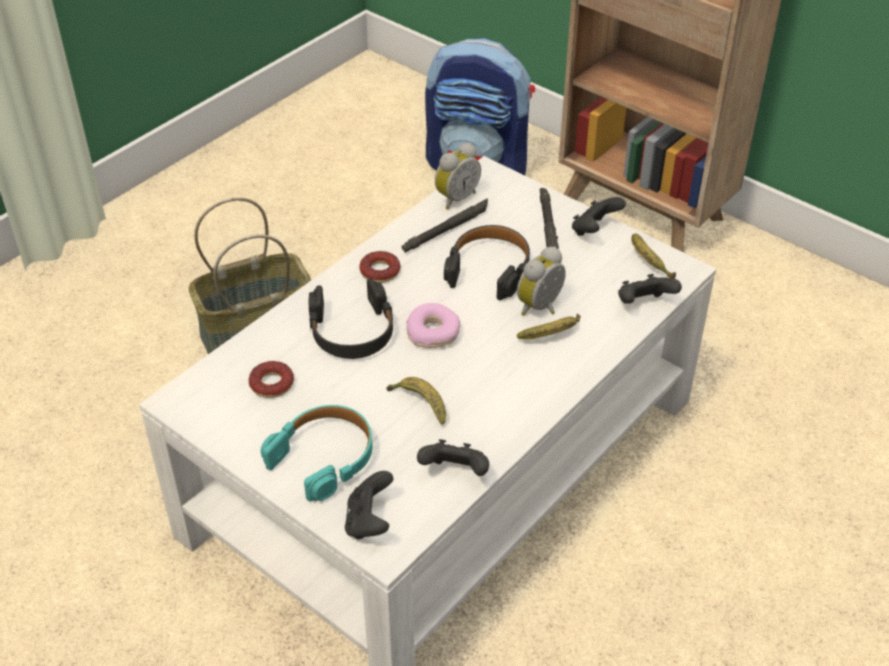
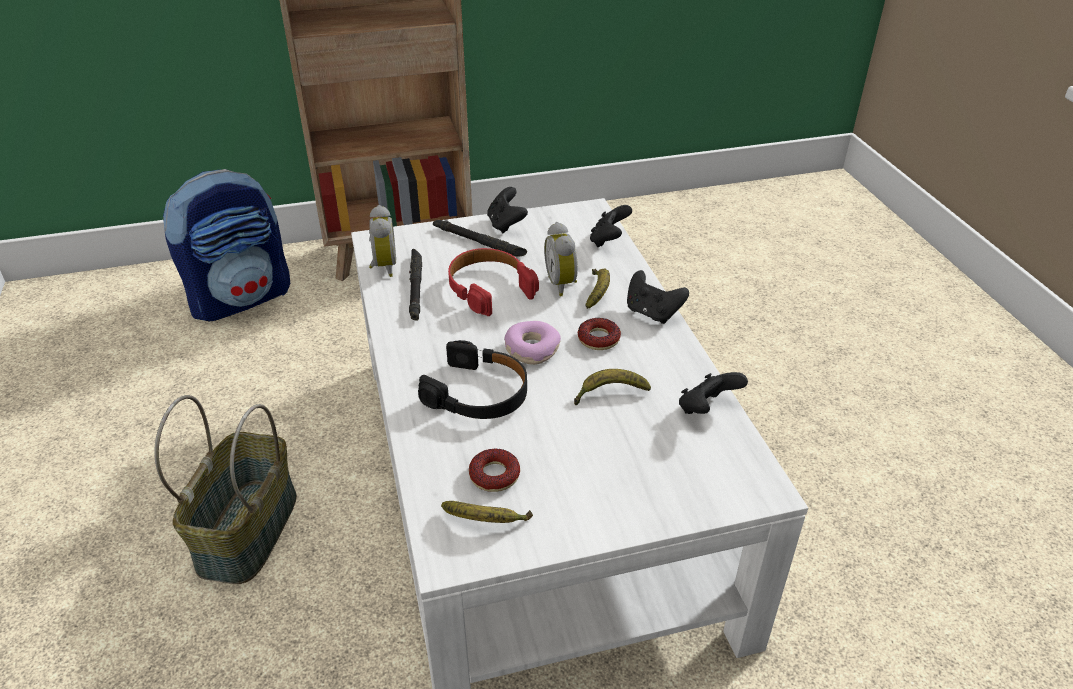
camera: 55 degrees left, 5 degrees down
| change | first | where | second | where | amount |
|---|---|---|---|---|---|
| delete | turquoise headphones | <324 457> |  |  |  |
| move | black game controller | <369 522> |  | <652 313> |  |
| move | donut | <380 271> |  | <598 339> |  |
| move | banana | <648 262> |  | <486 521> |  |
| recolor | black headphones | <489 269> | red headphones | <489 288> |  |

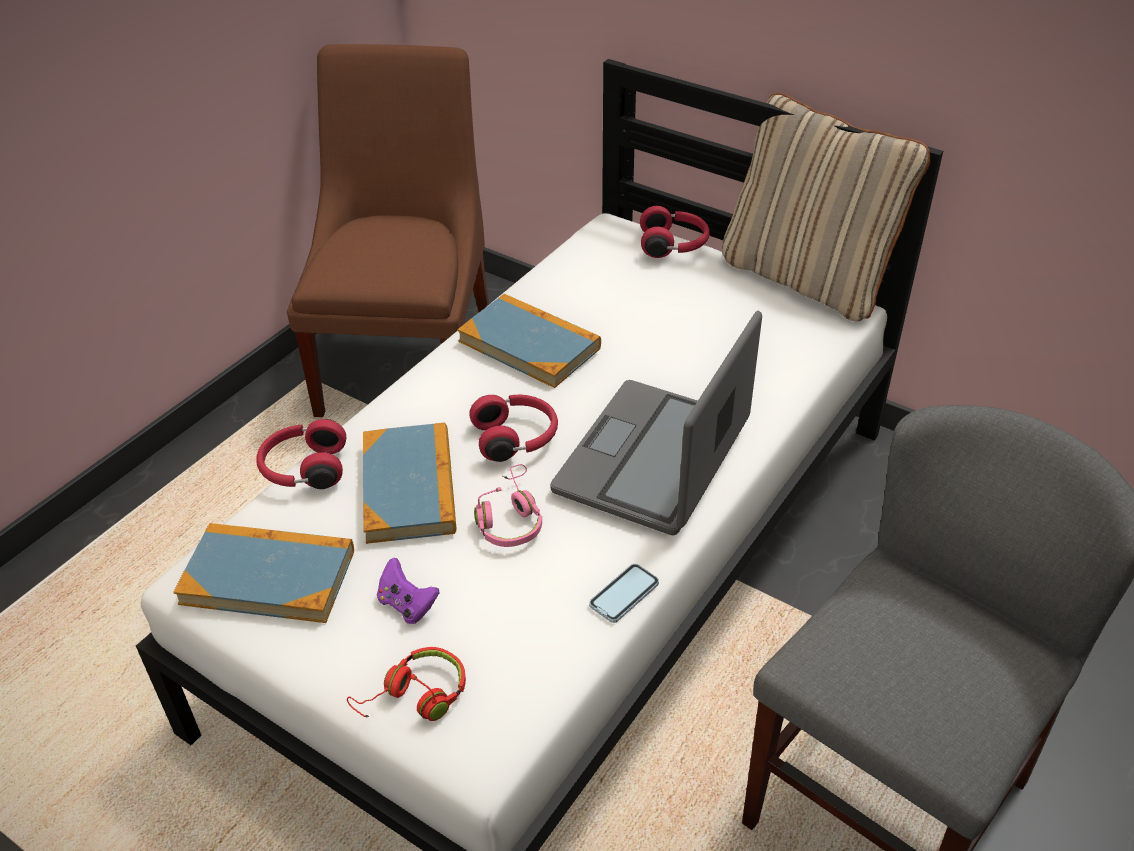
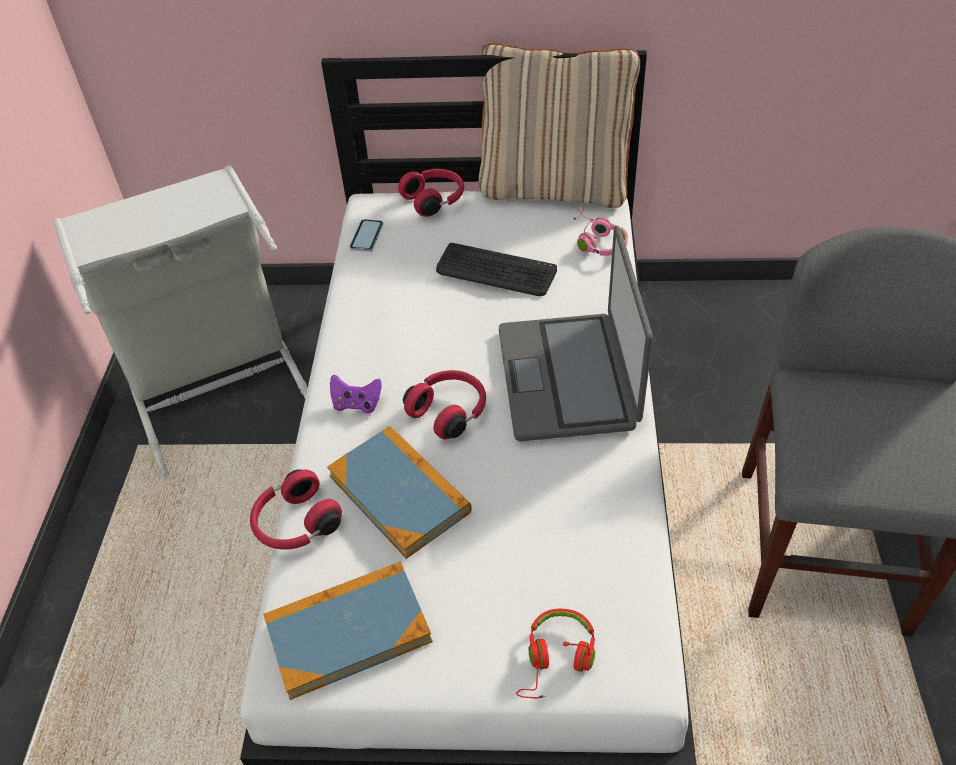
camera: 30 degrees left, 5 degrees up
| change | first | where | second | where | amount |
|---|---|---|---|---|---|
| delete | book | <529 344> |  |  |  |
| insert |  |  | keyboard | <495 271> |  |
| move | purple game controller | <407 605> |  | <357 404> |  |
| move | pink headphones | <509 518> |  | <596 241> |  |
| move | phone | <624 594> |  | <367 237> |  |
| replace | brown chair | <409 359> | grey laundry basket | <219 388> |  |

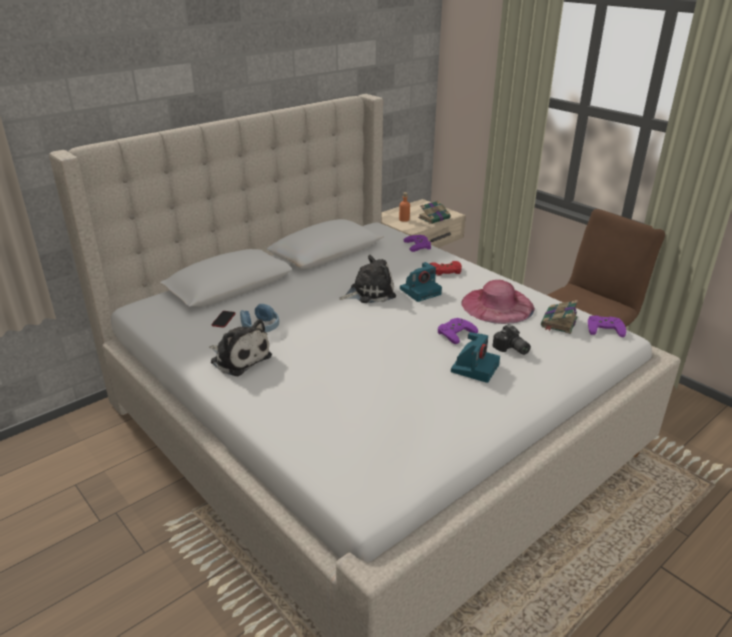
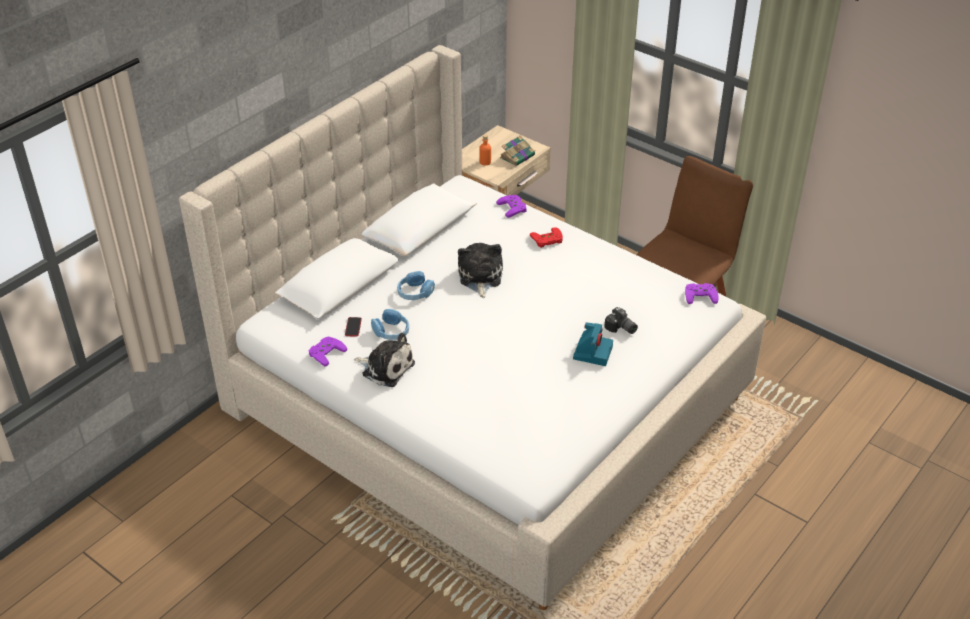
camera: 10 degrees left, 10 degrees up
| change | first | where | second | where | amount |
|---|---|---|---|---|---|
| delete | photo camera | <420 291> |  |  |  |
| delete | pink hat | <497 305> |  |  |  |
| delete | book | <558 322> |  |  |  |
| insert |  |  | blue headphones | <415 292> |  |
| move | purple game controller | <454 332> |  | <325 352> |  |
| rotate | plush toy | <369 292> |  | <480 277> | 60 degrees counterclockwise |

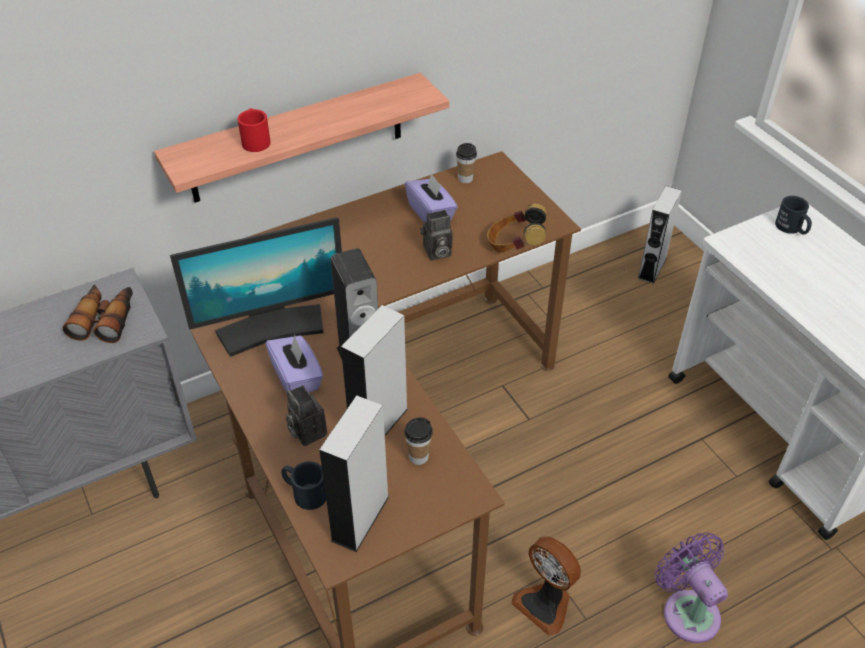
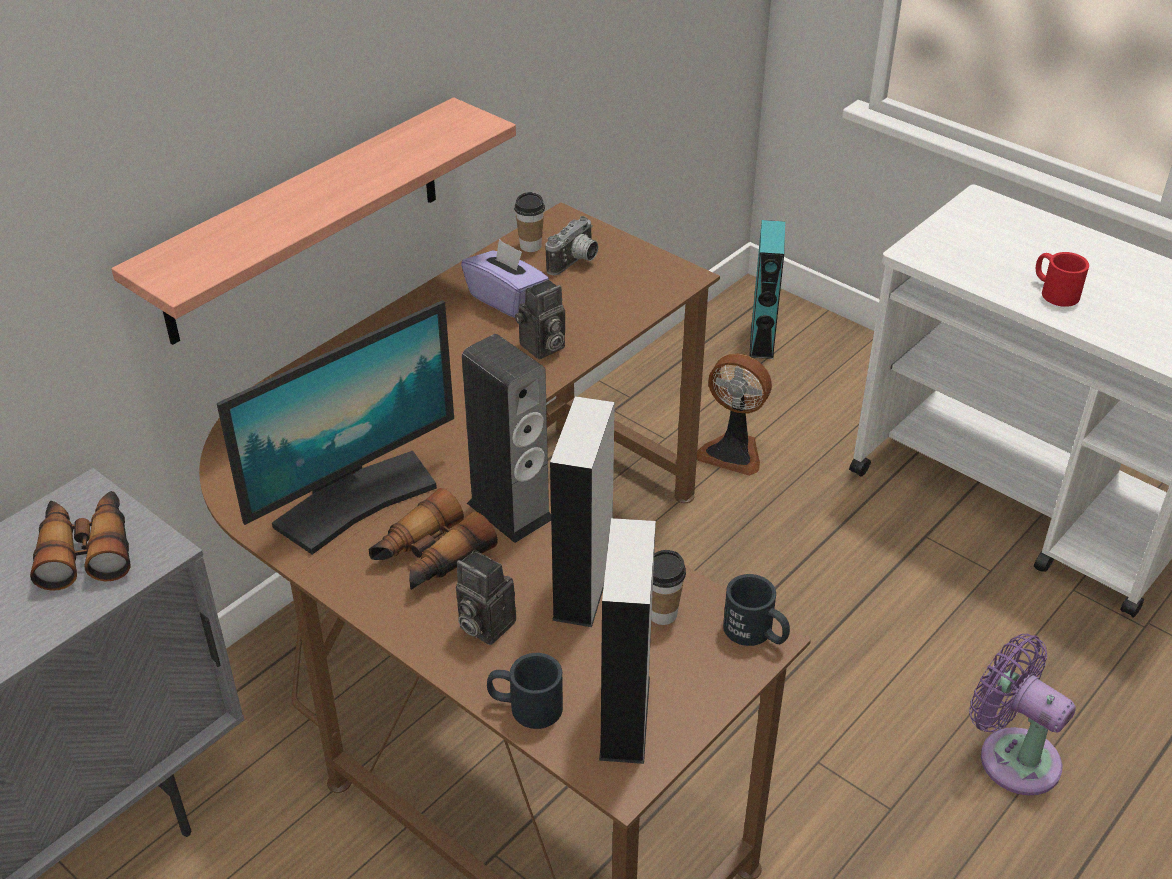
camera: 20 degrees left, 5 degrees down
| change | first | where | second | where | amount |
|---|---|---|---|---|---|
| delete | headphones | <515 246> |  |  |  |
| insert |  |  | photo camera | <576 263> |  |
| move | red mug | <255 139> |  | <1054 291> |  |
| move | fan | <545 603> |  | <733 452> |  |
| move | black mug | <792 228> |  | <756 633> |  |
| replace | purple tissue box | <297 378> | binoculars | <430 557> |  |
| recolor | grey speaker | <652 268> | turquoise speaker | <762 340> |  |

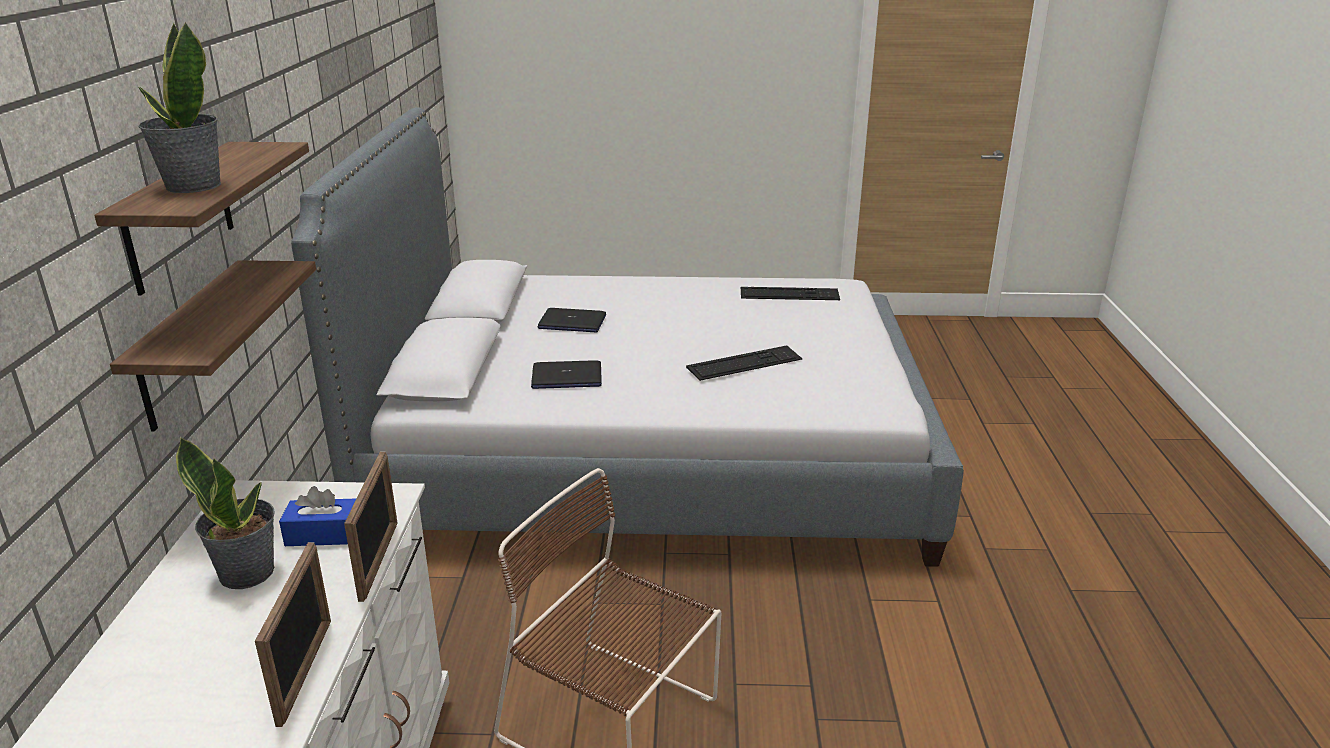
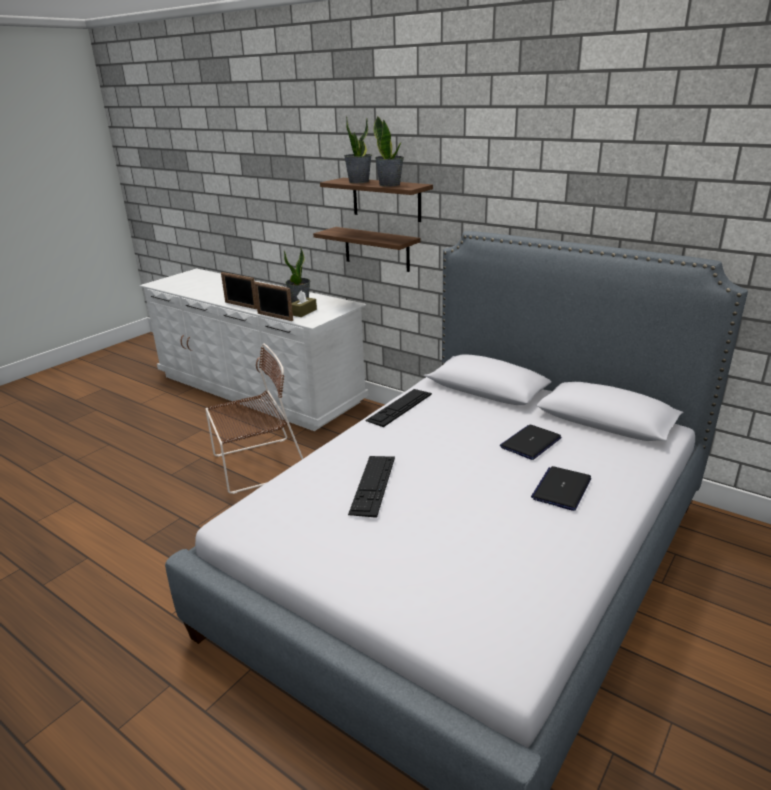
camera: 125 degrees right, 0 degrees up
| change | first | where | second | where | amount |
|---|---|---|---|---|---|
| insert |  |  | potted plant | <390 184> |  |
| move | laptop | <566 377> |  | <561 489> |  |
| move | keyboard | <789 294> |  | <399 407> |  |
| recolor | blue tissue box | <324 534> | brown tissue box | <303 312> |  |

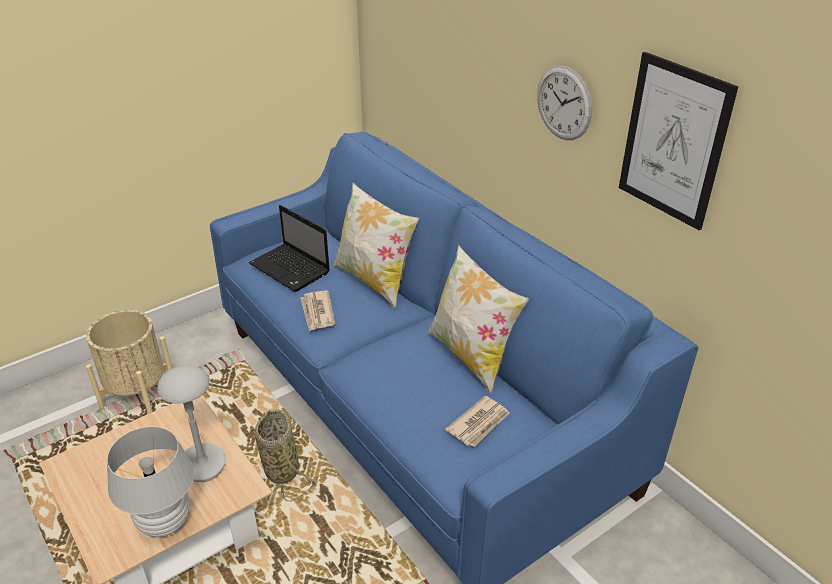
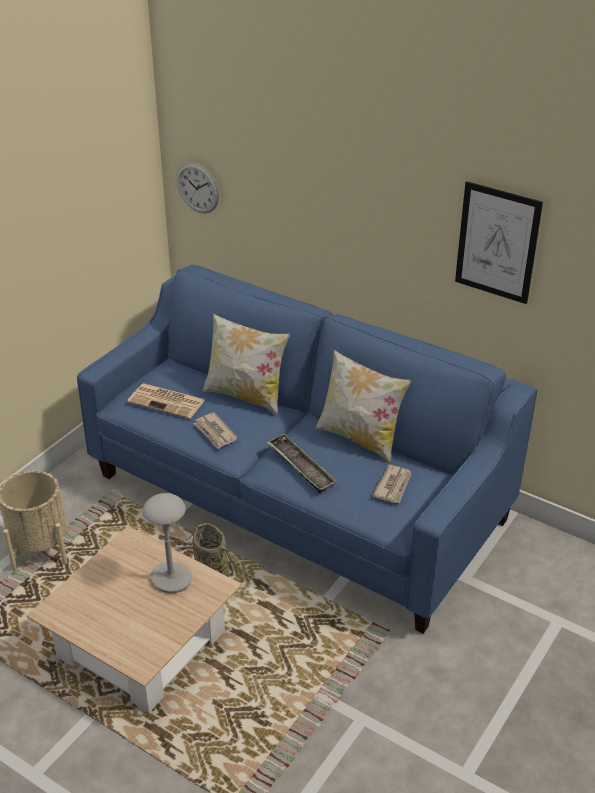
camera: 20 degrees left, 0 degrees up
| change | first | where | second | where | amount |
|---|---|---|---|---|---|
| delete | white table lamp | <164 522> |  |  |  |
| insert |  |  | tray | <301 467> |  |
| move | wall clock | <564 103> |  | <197 188> |  |
| replace | laptop | <291 269> | newspaper | <168 401> |  |

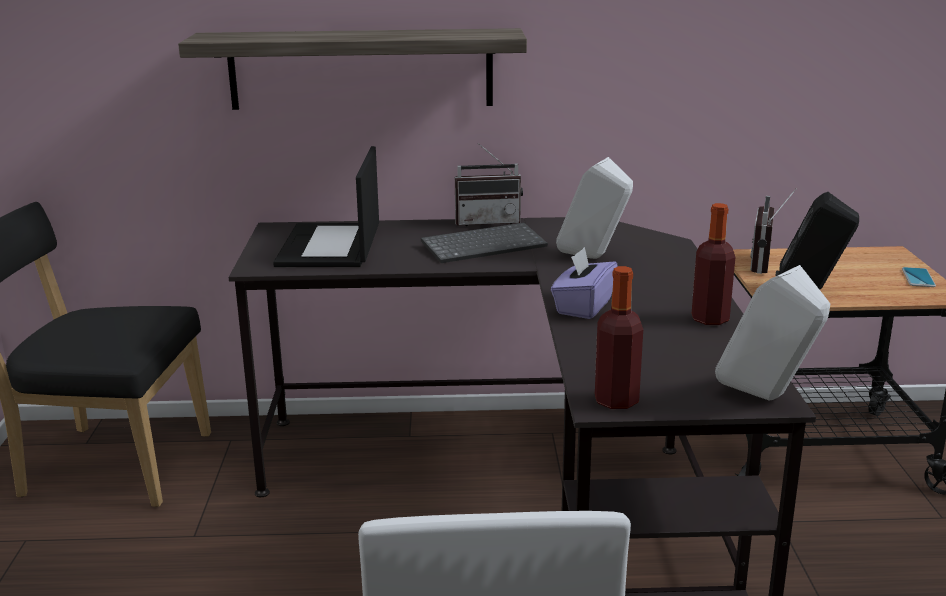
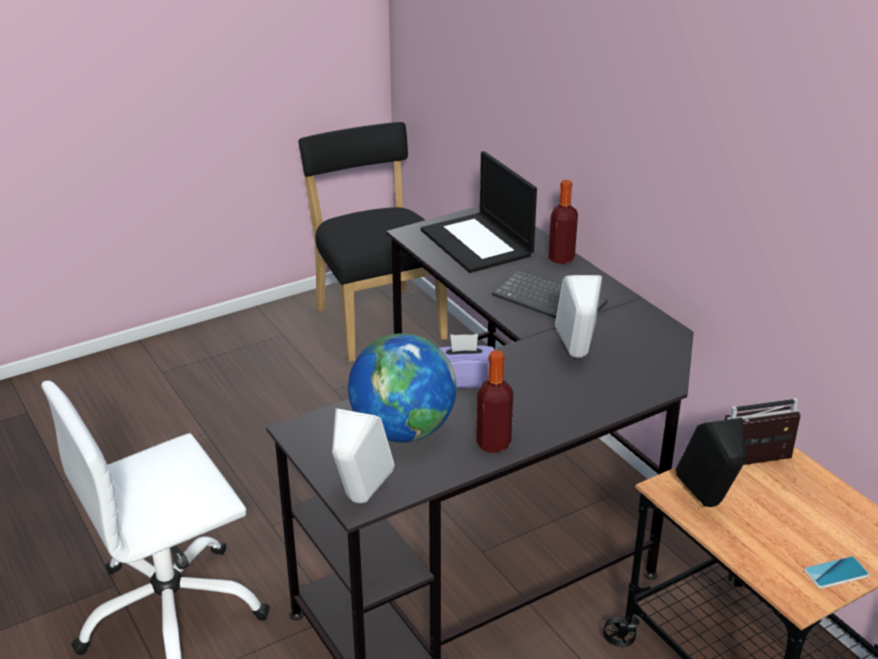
camera: 60 degrees right, 10 degrees up
| change | first | where | second | where | amount |
|---|---|---|---|---|---|
| delete | shelf | <361 69> |  |  |  |
| delete | radio | <488 221> |  |  |  |
| insert |  |  | globe | <403 431> |  |
| move | bottle | <616 401> |  | <561 258> |  |
| rotate | laptop | <331 246> |  | <478 243> | 90 degrees counterclockwise |

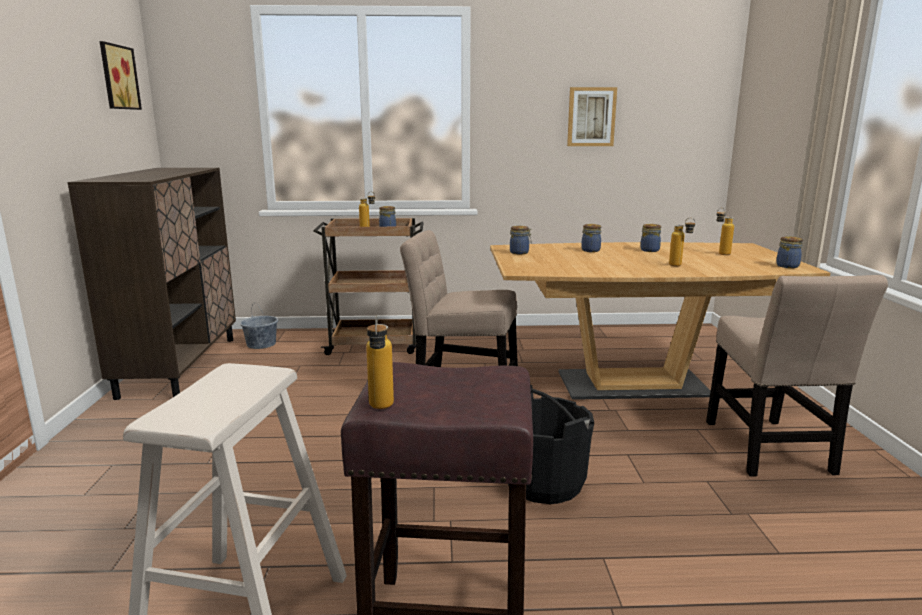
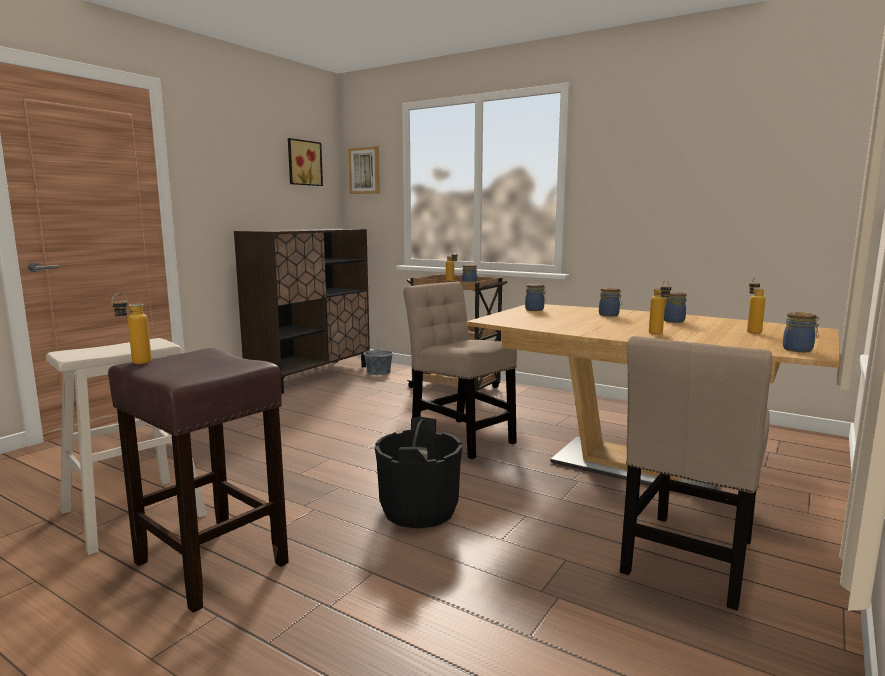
camera: 35 degrees right, 5 degrees down
| change | first | where | second | where | amount |
|---|---|---|---|---|---|
| move | picture | <591 117> |  | <365 170> |  |

